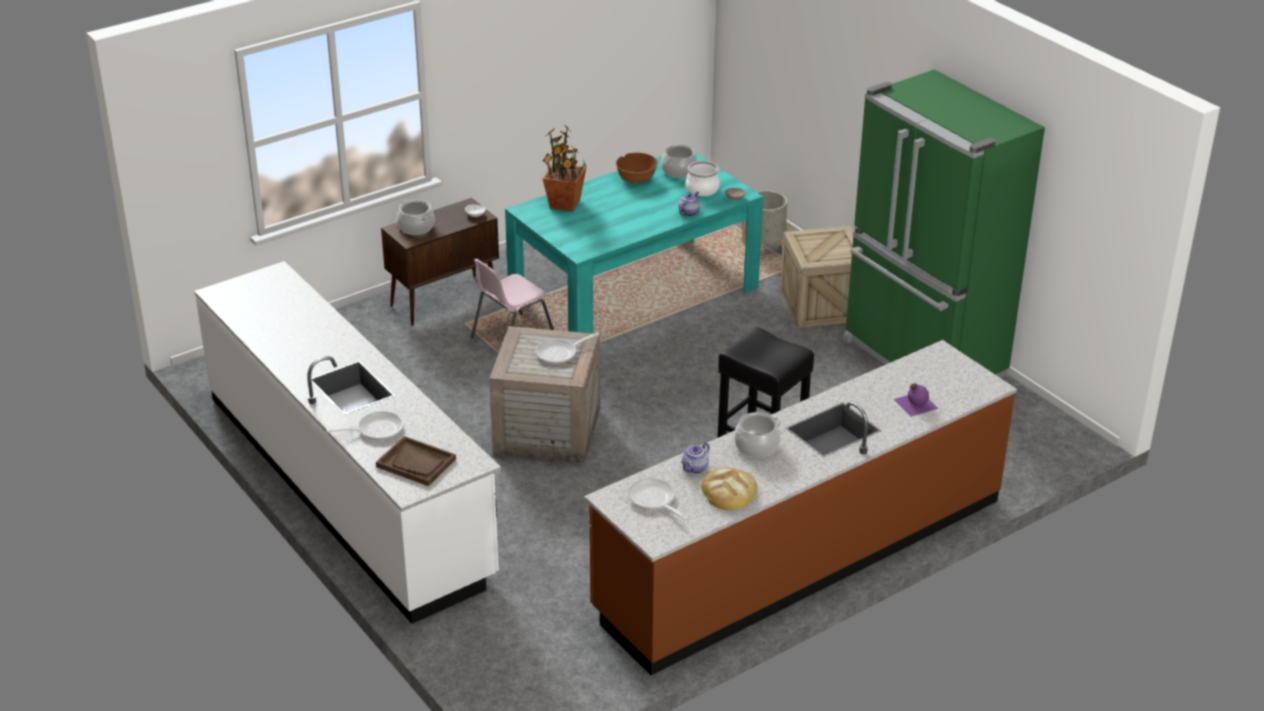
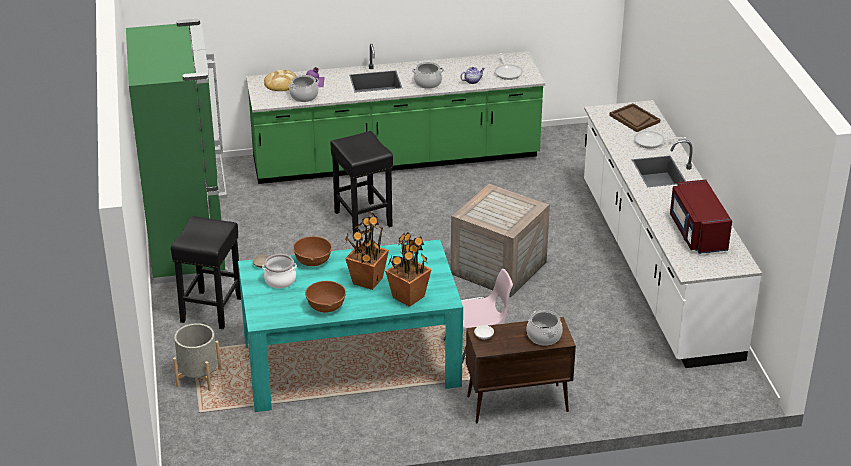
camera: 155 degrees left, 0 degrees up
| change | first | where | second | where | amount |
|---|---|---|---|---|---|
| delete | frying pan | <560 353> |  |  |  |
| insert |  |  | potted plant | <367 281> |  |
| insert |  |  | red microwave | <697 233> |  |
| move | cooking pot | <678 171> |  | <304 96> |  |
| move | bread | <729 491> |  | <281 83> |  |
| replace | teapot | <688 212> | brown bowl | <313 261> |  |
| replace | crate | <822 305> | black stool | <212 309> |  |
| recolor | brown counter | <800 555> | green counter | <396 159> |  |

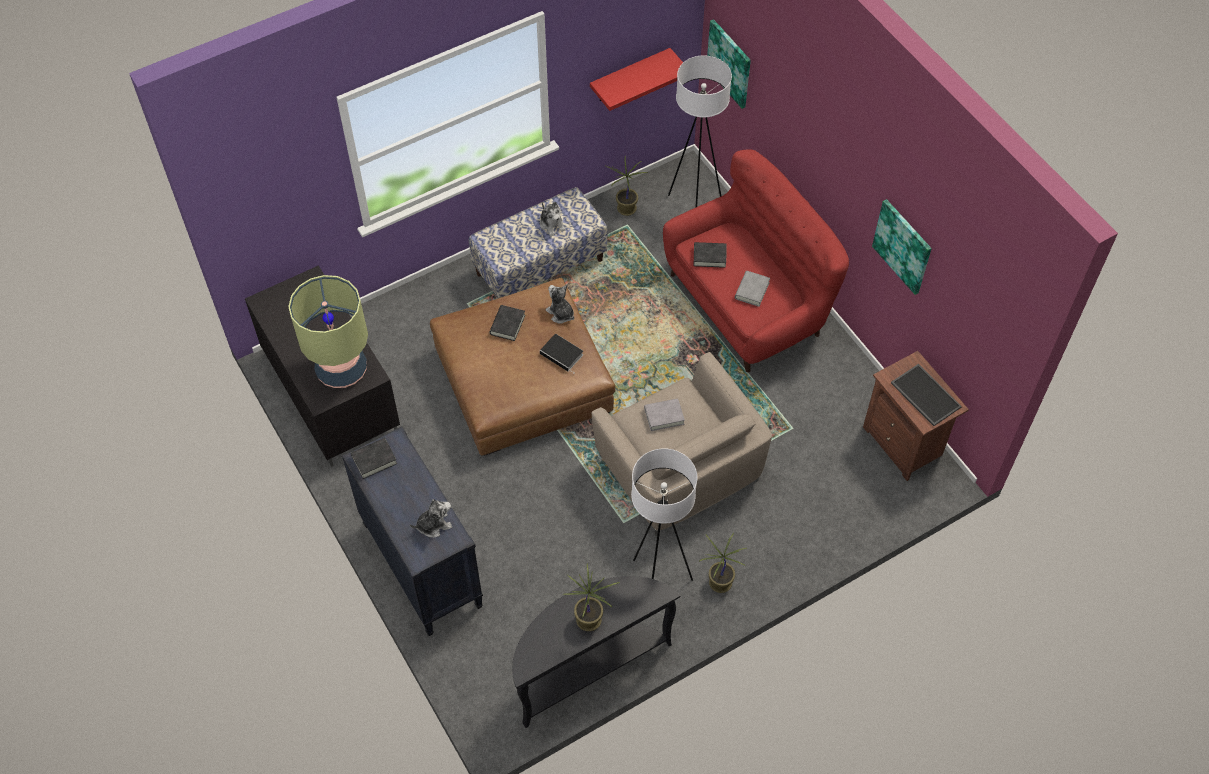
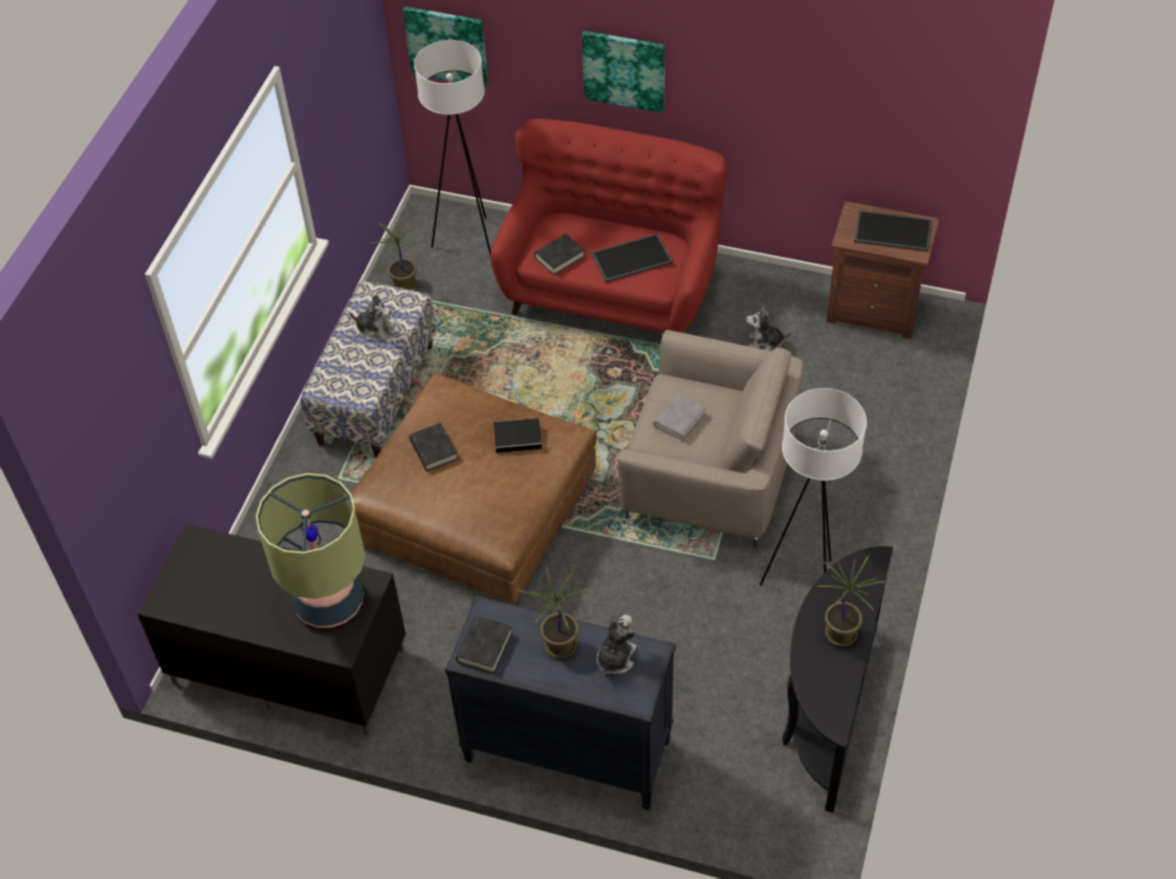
camera: 40 degrees left, 5 degrees down
| change | first | where | second | where | amount |
|---|---|---|---|---|---|
| delete | red shelf | <630 76> |  |  |  |
| move | plush toy | <560 313> |  | <765 343> |  |
| move | potted plant | <719 584> |  | <560 646> |  |
| move | picture | <903 246> |  | <624 70> |  |
| replace | grey book | <752 290> | tray | <631 259> |  |

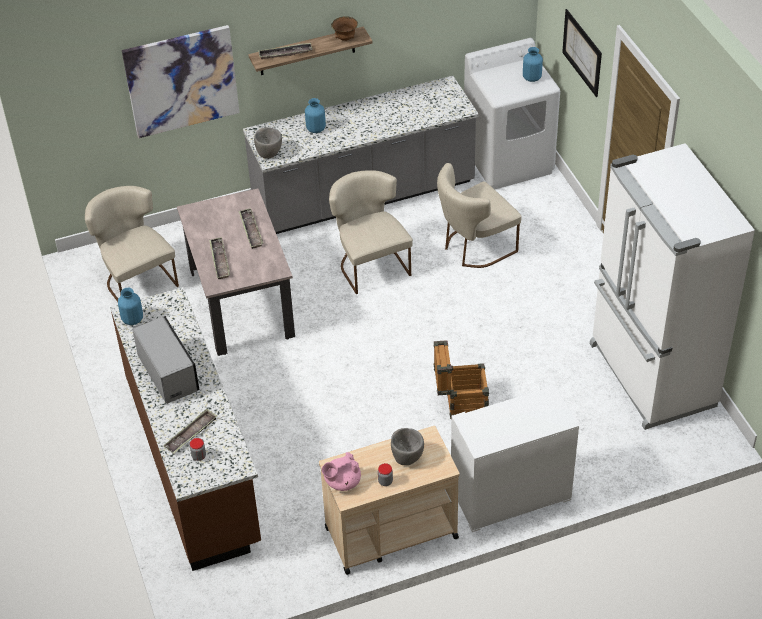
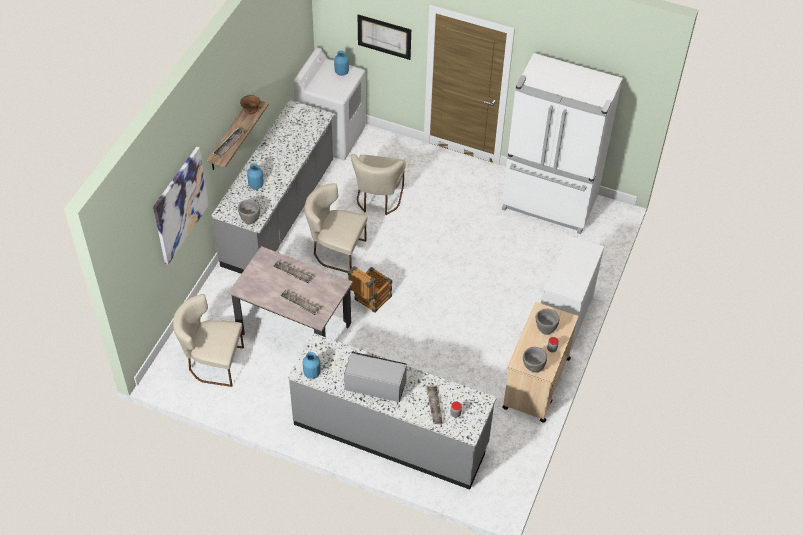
camera: 50 degrees left, 5 degrees up
| change | first | where | second | where | amount |
|---|---|---|---|---|---|
| move | crate | <460 403> |  | <369 300> |  |
| replace | pink teapot | <342 482> | grey bowl | <533 367> |  |
| recolor | brown counter | <194 461> | grey counter | <391 434> |  |

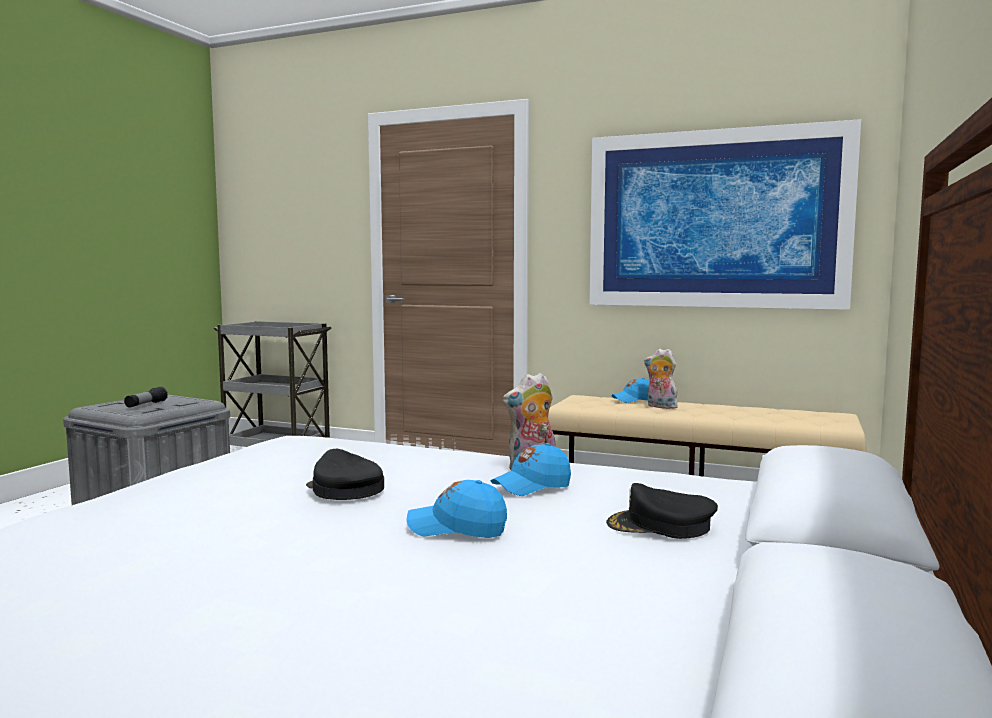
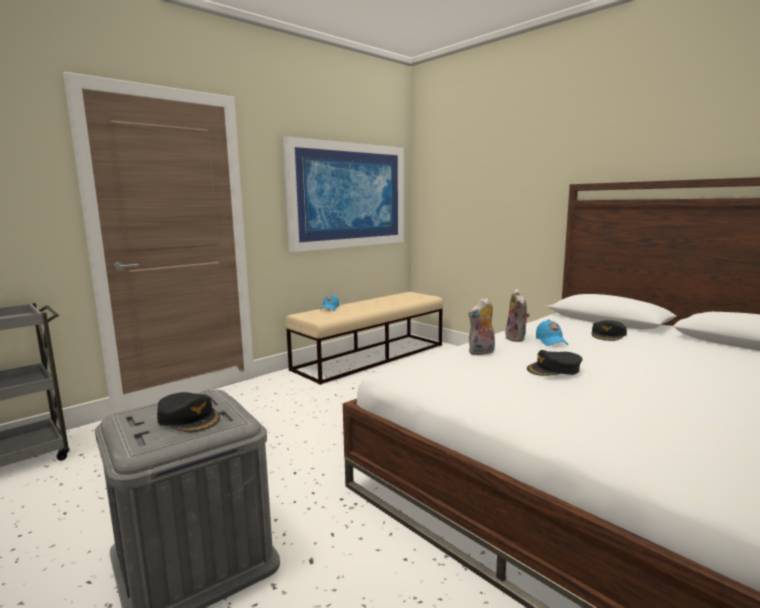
camera: 65 degrees left, 5 degrees up
| change | first | where | second | where | amount |
|---|---|---|---|---|---|
| delete | blue cap | <457 528> |  |  |  |
| move | plush toy | <660 407> |  | <482 352> |  |
| replace | flashlight | <146 405> | black cap | <189 418> |  |

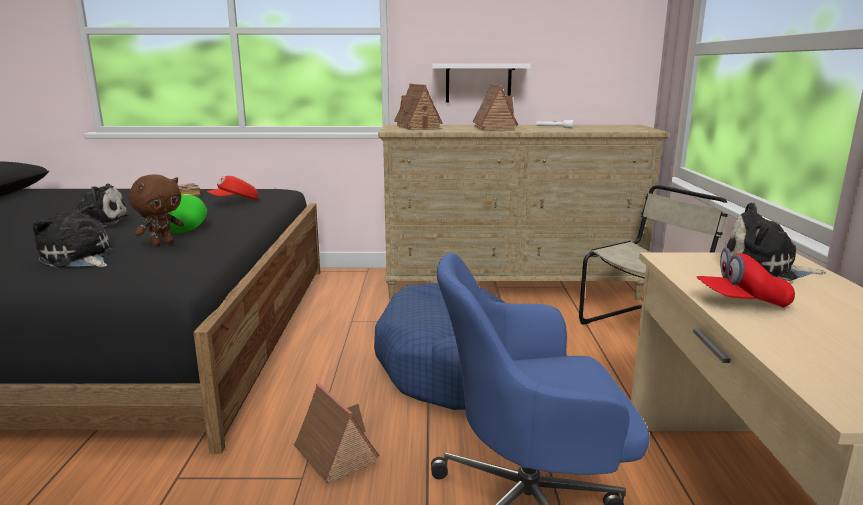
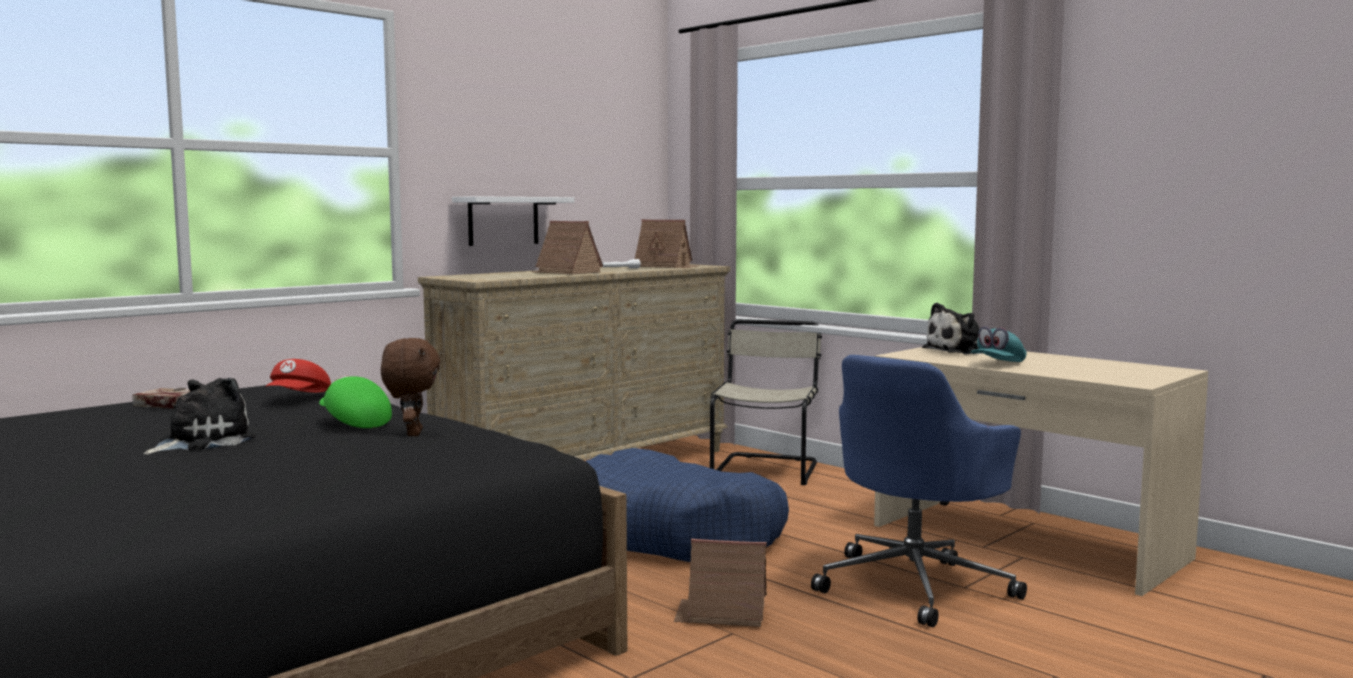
camera: 45 degrees left, 10 degrees down
| change | first | where | second | where | amount |
|---|---|---|---|---|---|
| delete | plush toy | <79 258> |  |  |  |
| move | toy house | <419 127> |  | <666 266> |  |
| recolor | red cap | <742 302> | turquoise cap | <998 364> |  |

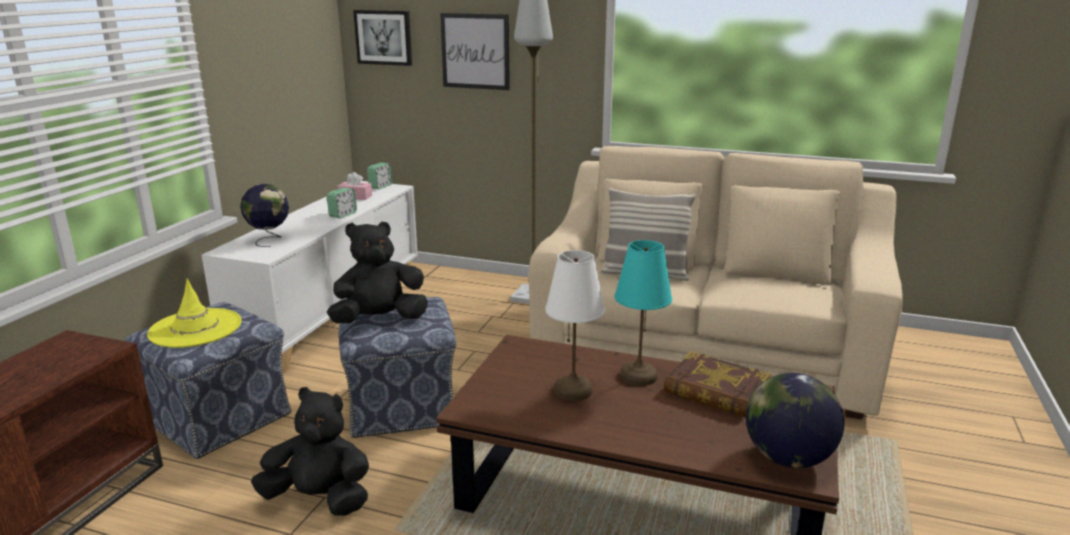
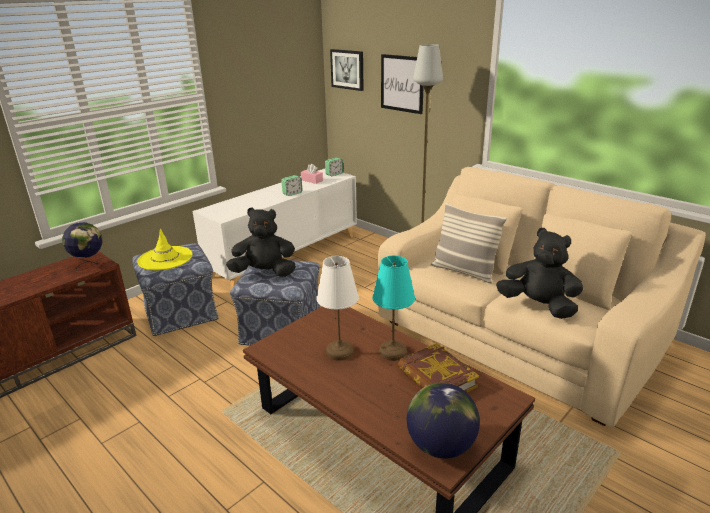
camera: 25 degrees right, 5 degrees up
| change | first | where | second | where | amount |
|---|---|---|---|---|---|
| move | globe | <269 240> |  | <89 264> |  |
| move | black plush toy | <319 499> |  | <538 306> |  |

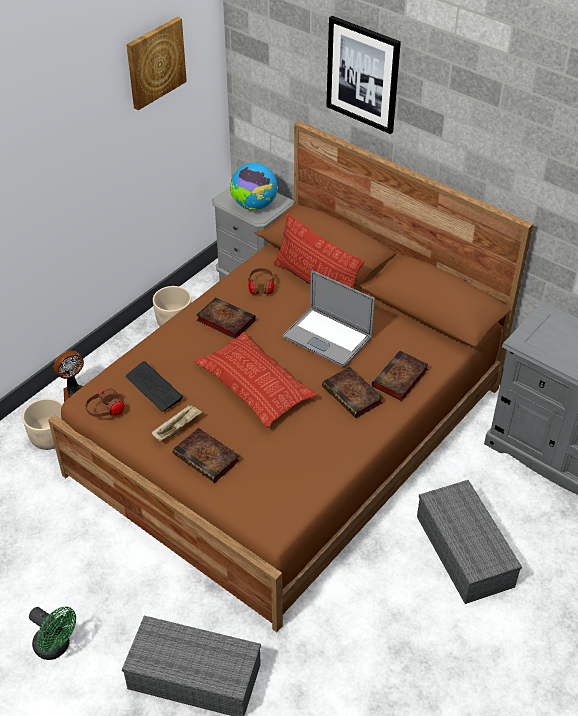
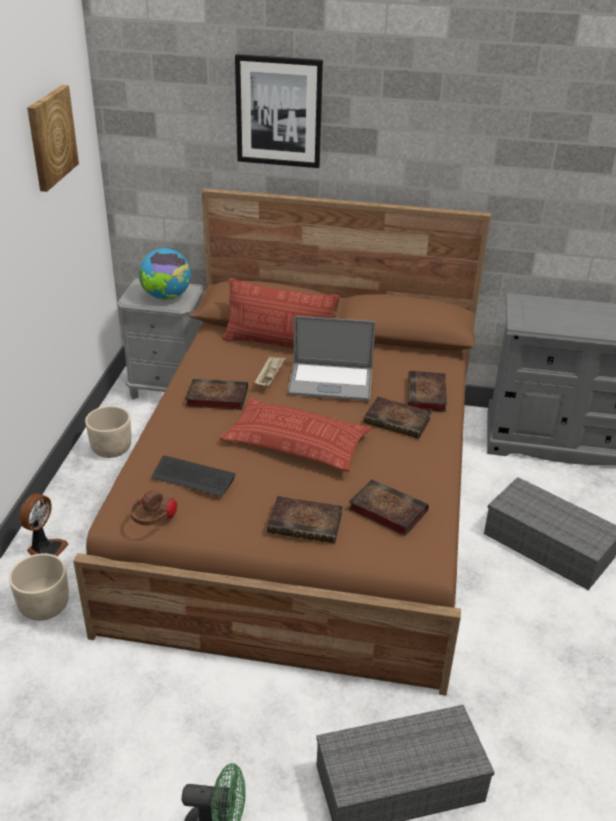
camera: 30 degrees left, 10 degrees down
| change | first | where | second | where | amount |
|---|---|---|---|---|---|
| delete | brown headphones | <261 288> |  |  |  |
| insert |  |  | book | <385 510> |  |
| move | beige tray | <177 428> |  | <269 378> |  |

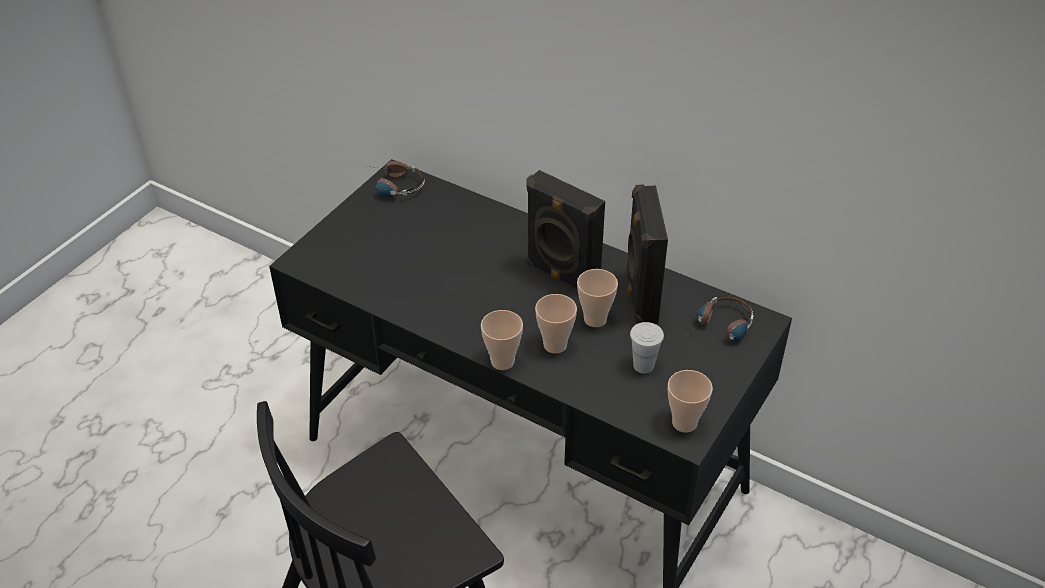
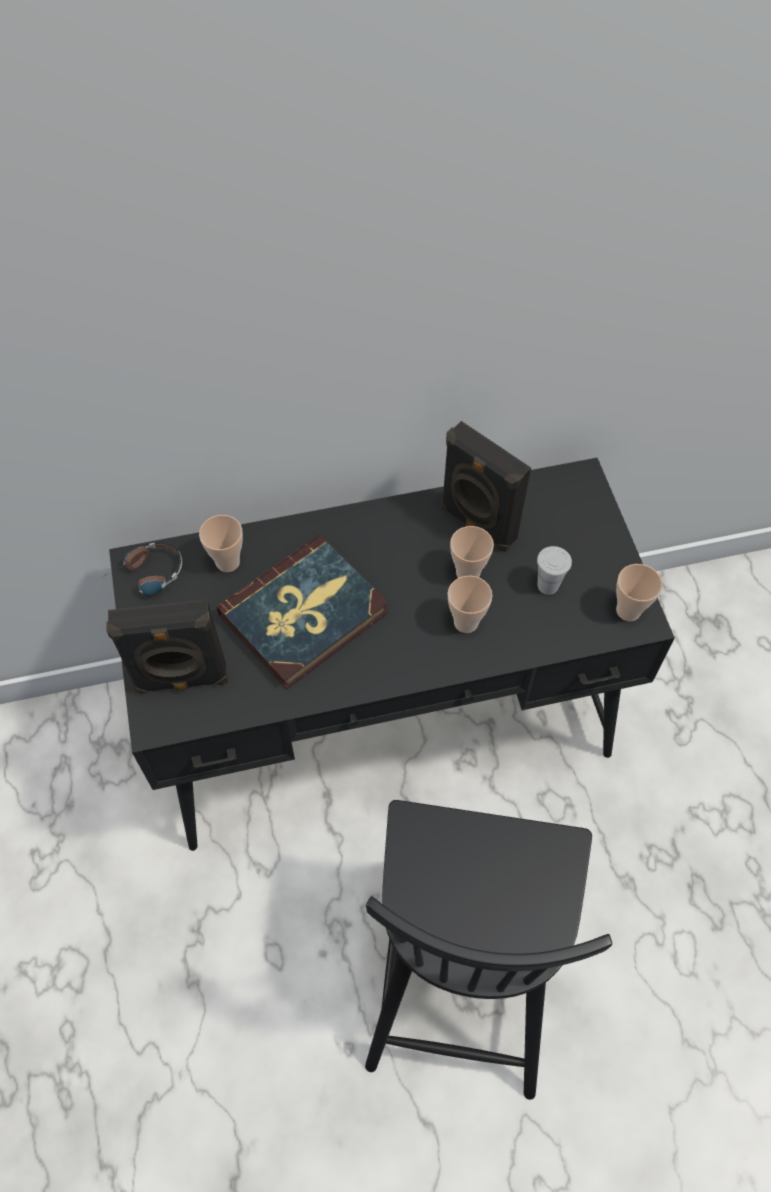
camera: 45 degrees left, 15 degrees up
| change | first | where | second | where | amount |
|---|---|---|---|---|---|
| delete | headphones | <720 329> |  |  |  |
| insert |  |  | book | <304 614> |  |
| move | cup | <502 361> |  | <228 562> |  |
| move | black speaker | <561 276> |  | <181 680> |  |

